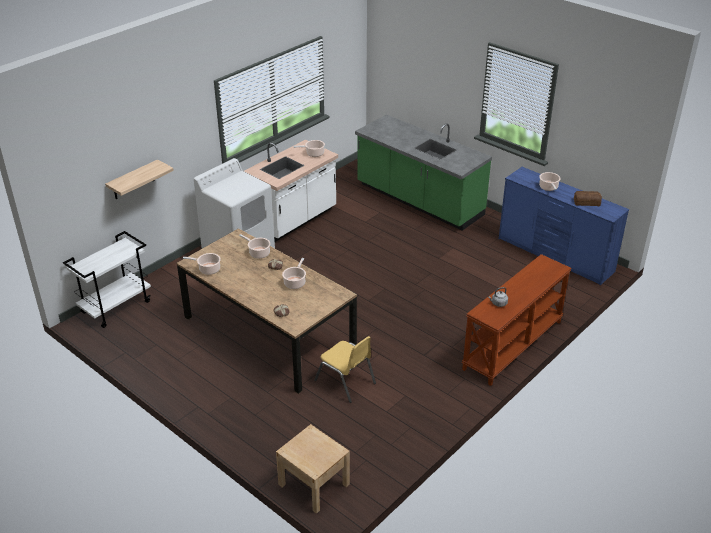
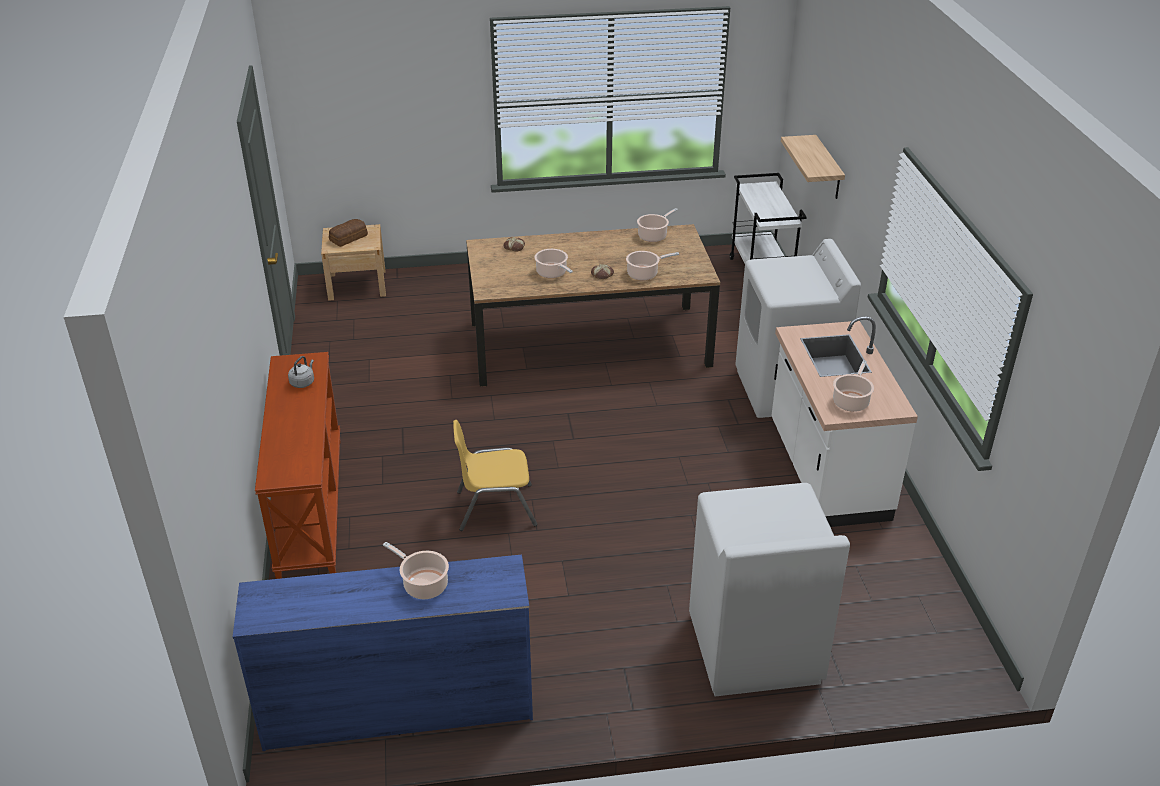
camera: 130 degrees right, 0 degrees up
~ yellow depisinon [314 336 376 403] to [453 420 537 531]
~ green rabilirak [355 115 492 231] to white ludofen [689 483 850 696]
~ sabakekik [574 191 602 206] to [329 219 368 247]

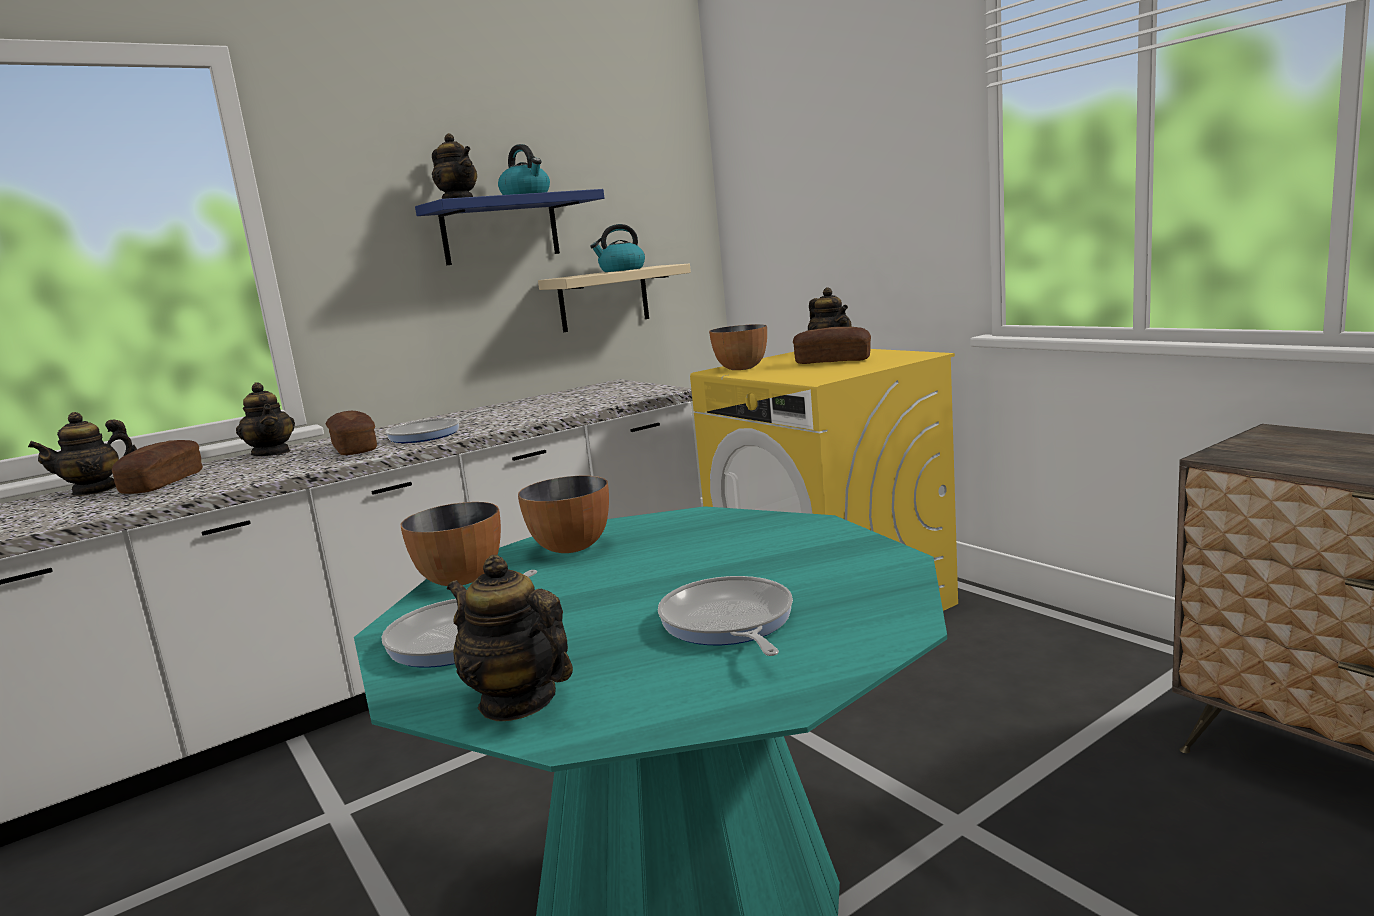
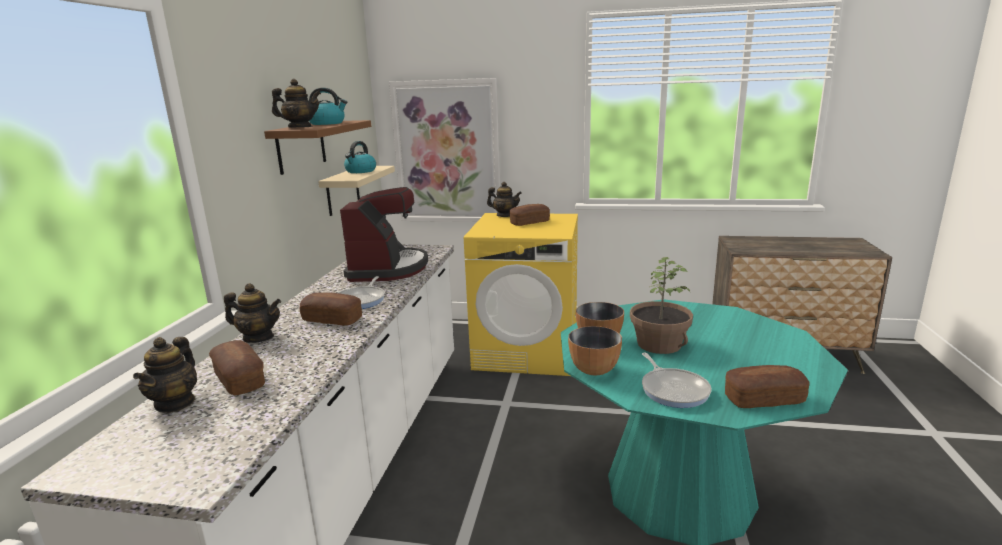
camera: 45 degrees left, 5 degrees up
~ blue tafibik [415 189 604 265] to brown tafibik [264 120 371 175]
~ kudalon [447 555 573 721] to sabakekik [725 365 810 408]
- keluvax [658 576 793 656]
- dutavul [709 324 767 370]
+ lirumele [340 187 428 282]
+ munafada [389 78 500 222]
+ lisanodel [630 257 693 354]

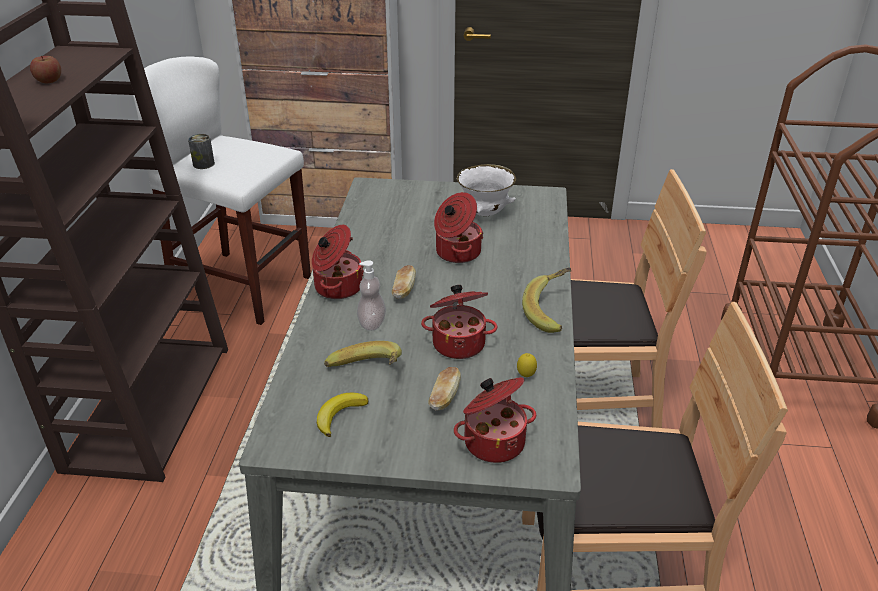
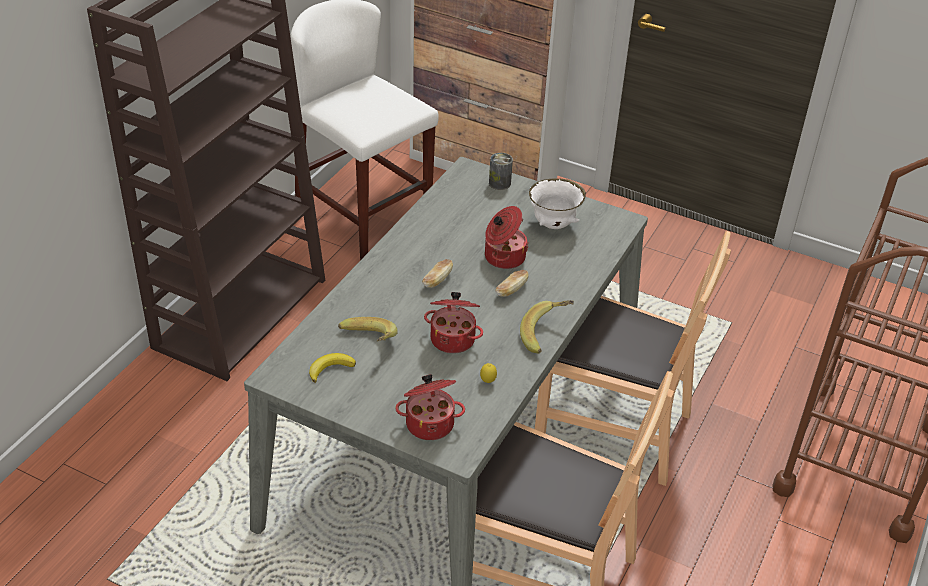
camera: 20 degrees right, 5 degrees up
- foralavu [30 56 61 83]
~ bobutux [188 134 215 169] to [489 153 513 190]
- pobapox [312 225 364 299]
- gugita [357 260 386 331]
~ sabakekik [428 367 461 410] to [495 270 529 297]

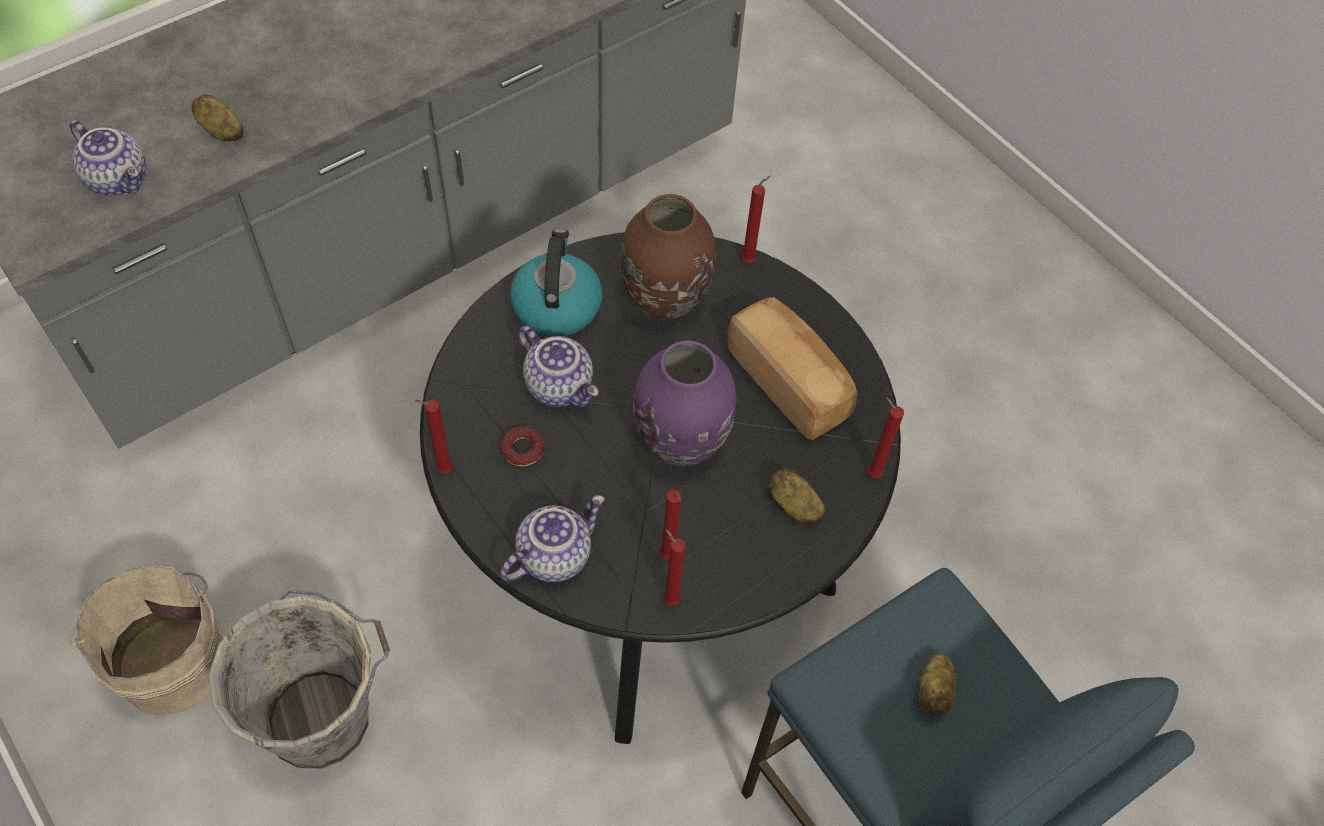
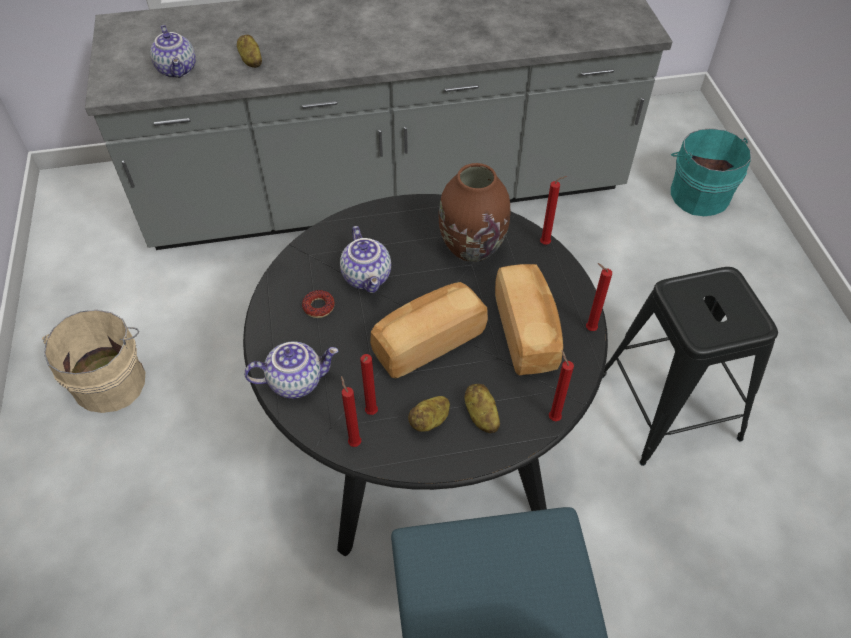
camera: 30 degrees right, 5 degrees down
- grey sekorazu [209 590 390 769]
~ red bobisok [415 400 453 473] to [586 263 612 331]
- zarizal [510 228 602 337]
~ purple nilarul [633 340 736 466] to sabakekik [370 282 488 378]
~ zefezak [919 654 956 716] to [408 396 450 432]
+ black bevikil [602 267 778 466]
+ turquoise sekorazu [671 128 751 216]

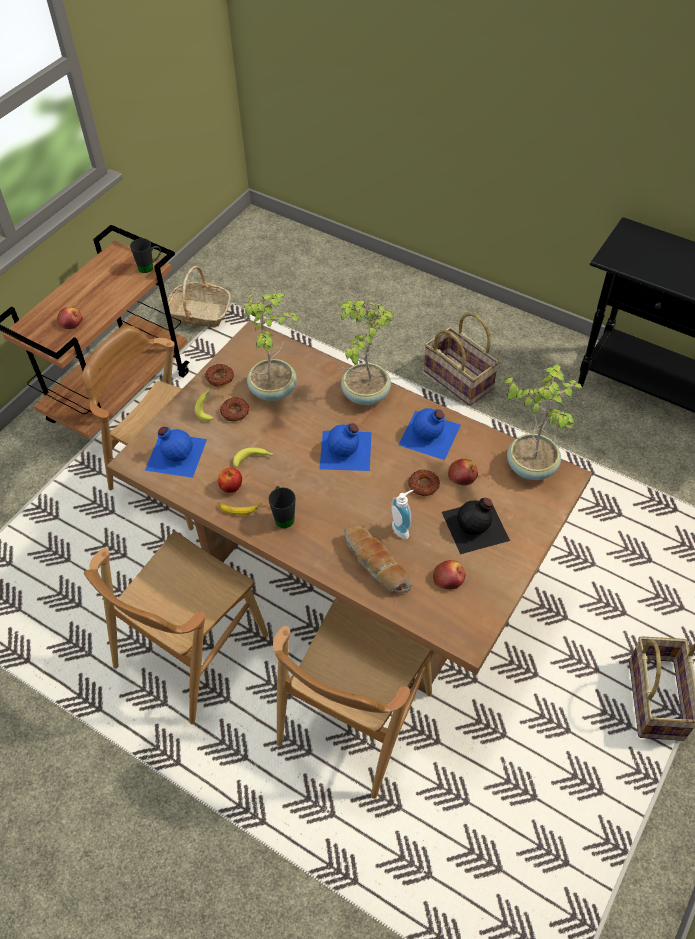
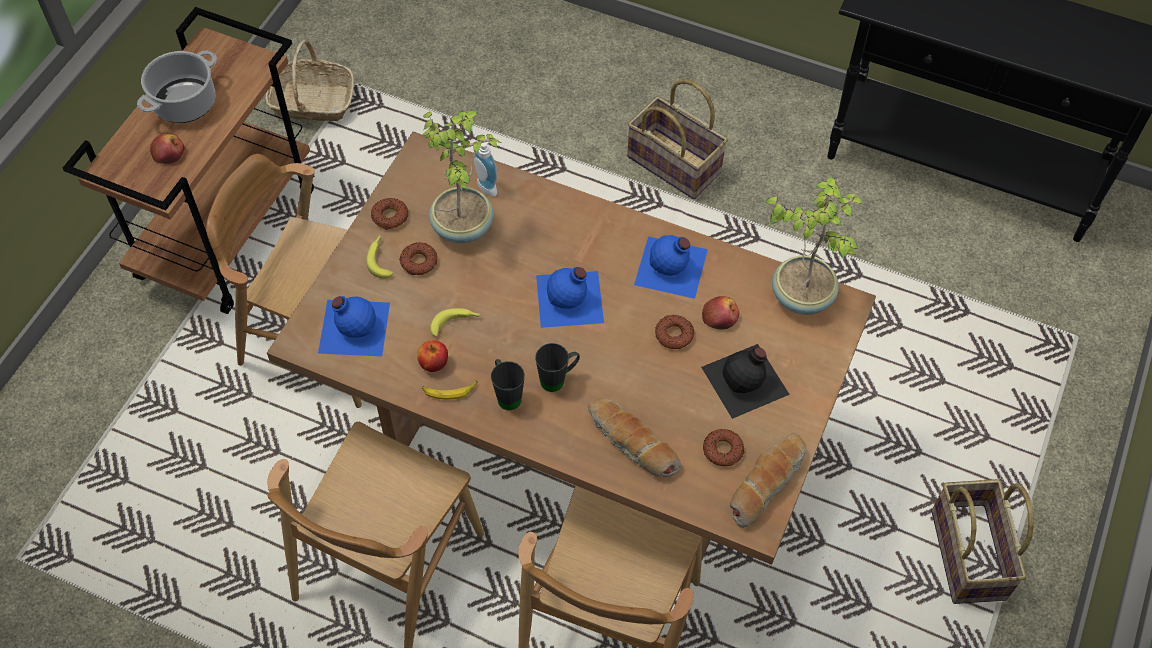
camera: 10 degrees left, 5 degrees up
~ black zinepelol [130 238 161 273] to [535 343 580 392]
- lisanodel [338 300 396 405]
~ gugita [392 490 414 539] to [474 137 497 197]
~ foralavu [433 560 465 589] to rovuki [703 429 745 466]
+ pobapox [137 50 217 123]
+ sabakekik [729 433 806 528]

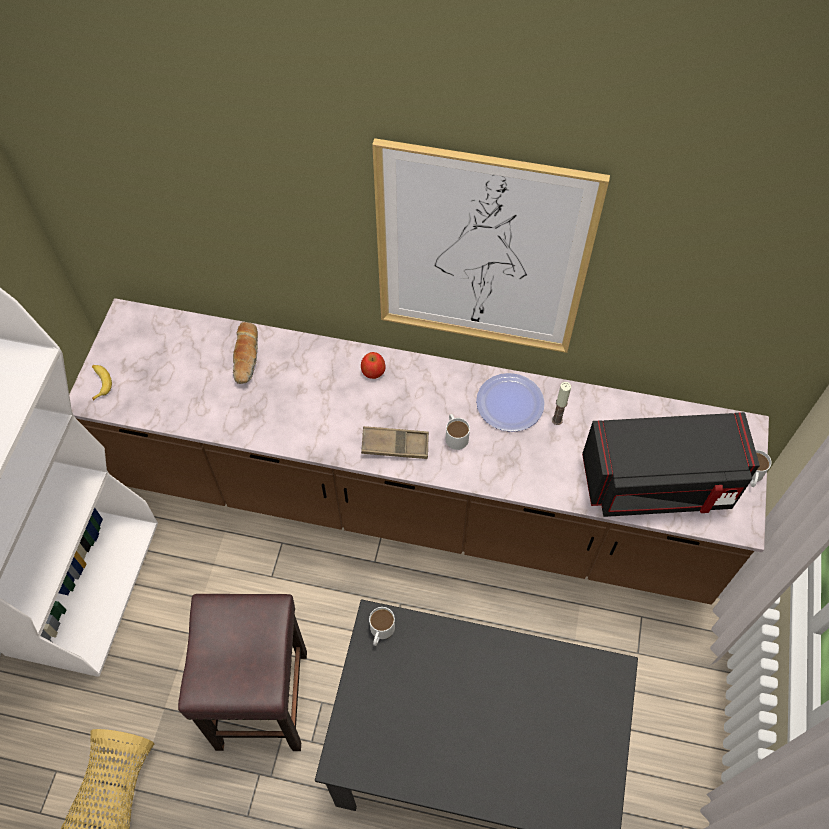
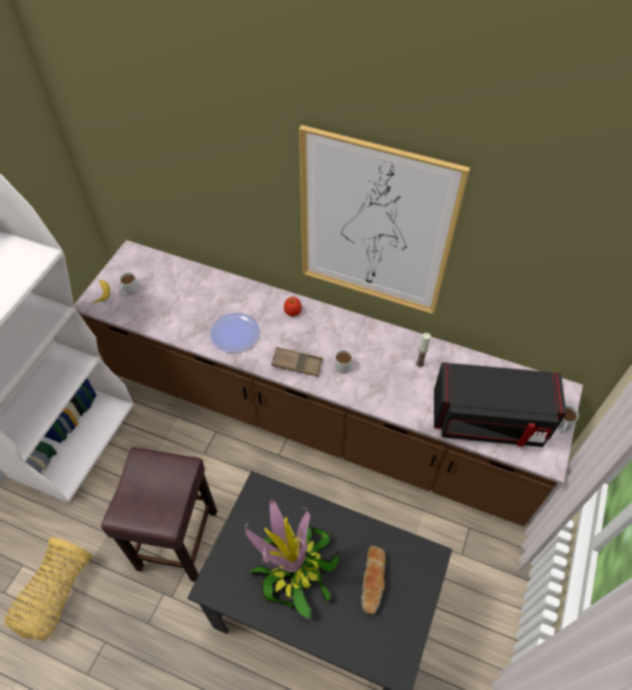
camera: 10 degrees right, 5 degrees down
~ sabakekik [233 322 258 384] to [361 546 386 614]
~ white zinepelol [369 607 395 646] to [119 272 139 296]
~ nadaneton [476 373 545 432] to [210 313 260 353]
+ lisanodel [245 499 340 619]

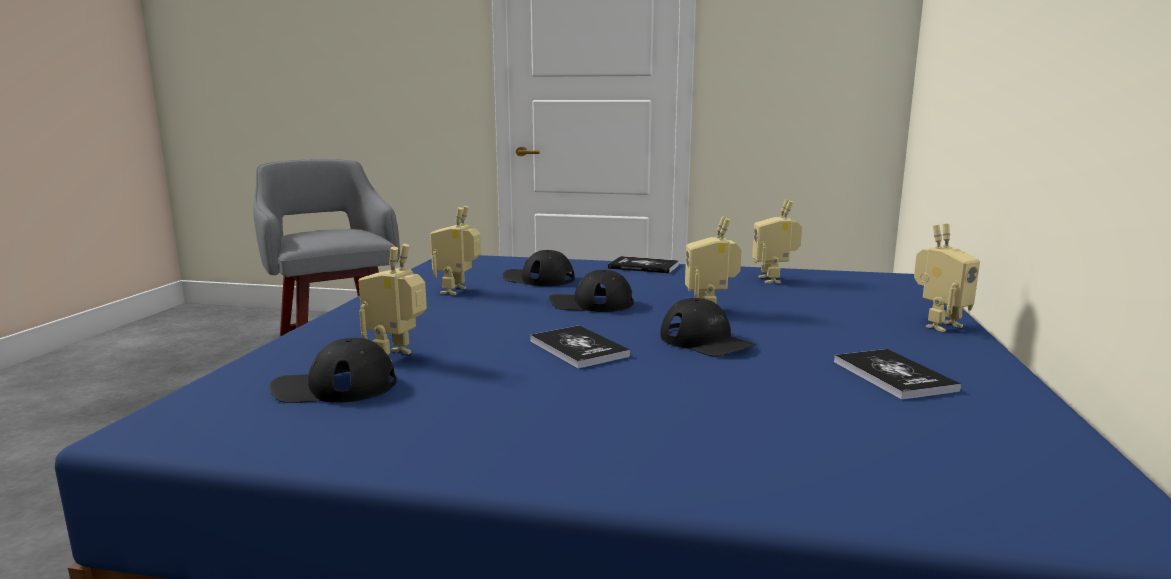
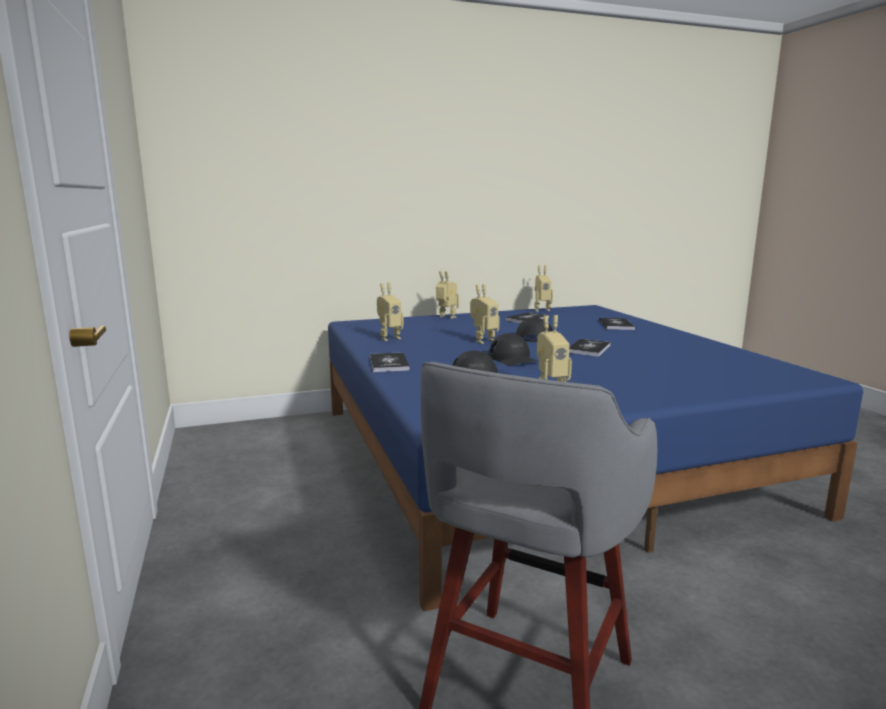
camera: 120 degrees left, 0 degrees up
- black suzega [269 338 397 403]
~ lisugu [358 244 427 362] to [534 265 553 312]
+ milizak [599 318 635 330]

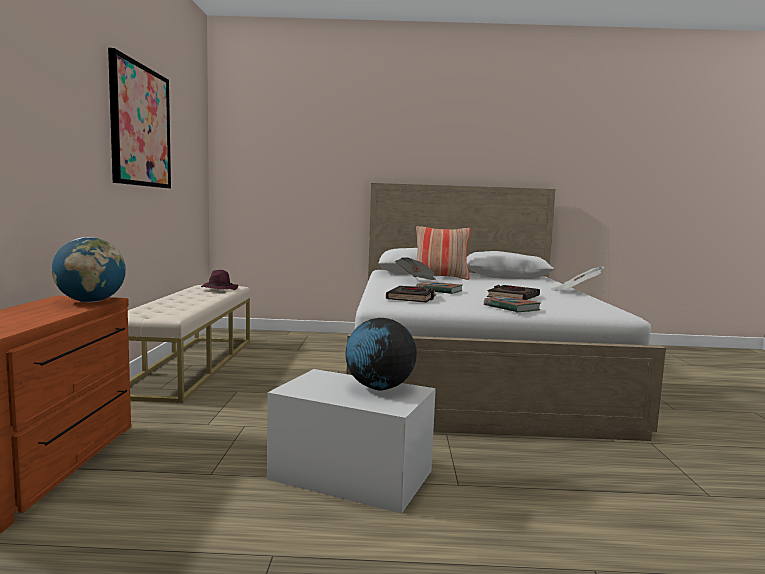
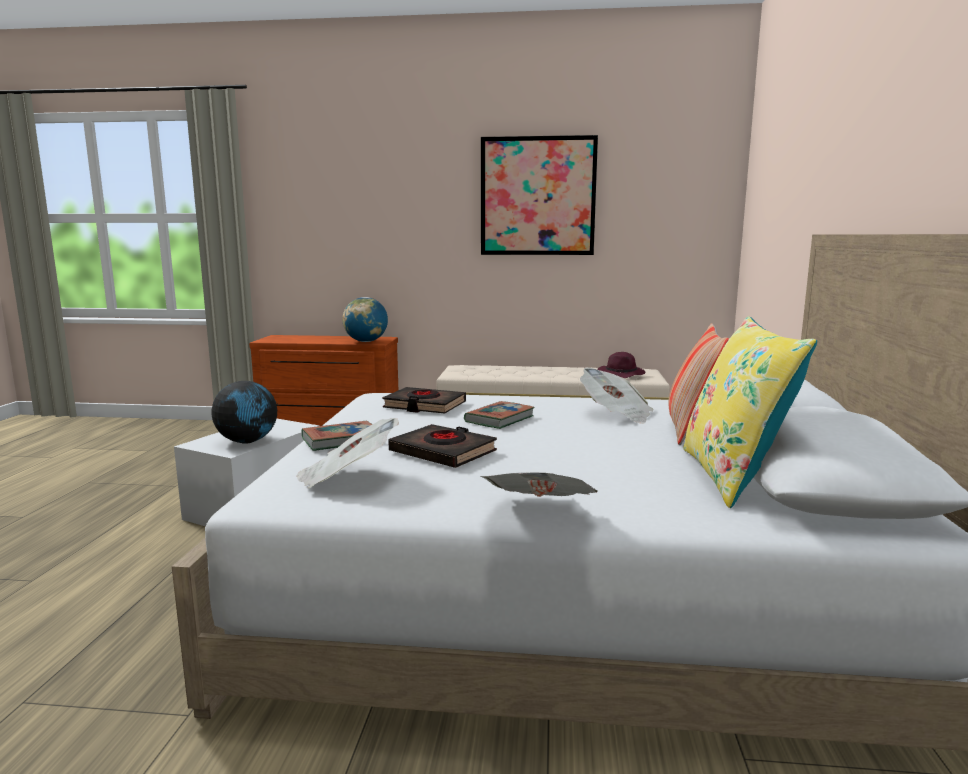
camera: 95 degrees right, 5 degrees up
+ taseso [296 418 399 488]
+ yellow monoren [683 316 817 508]

